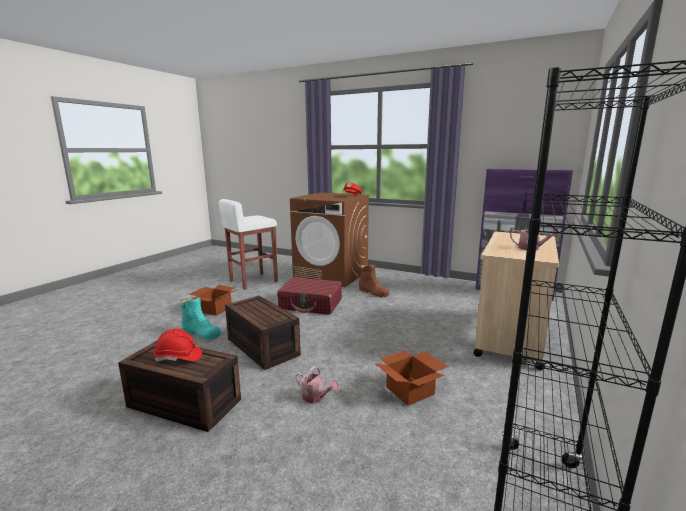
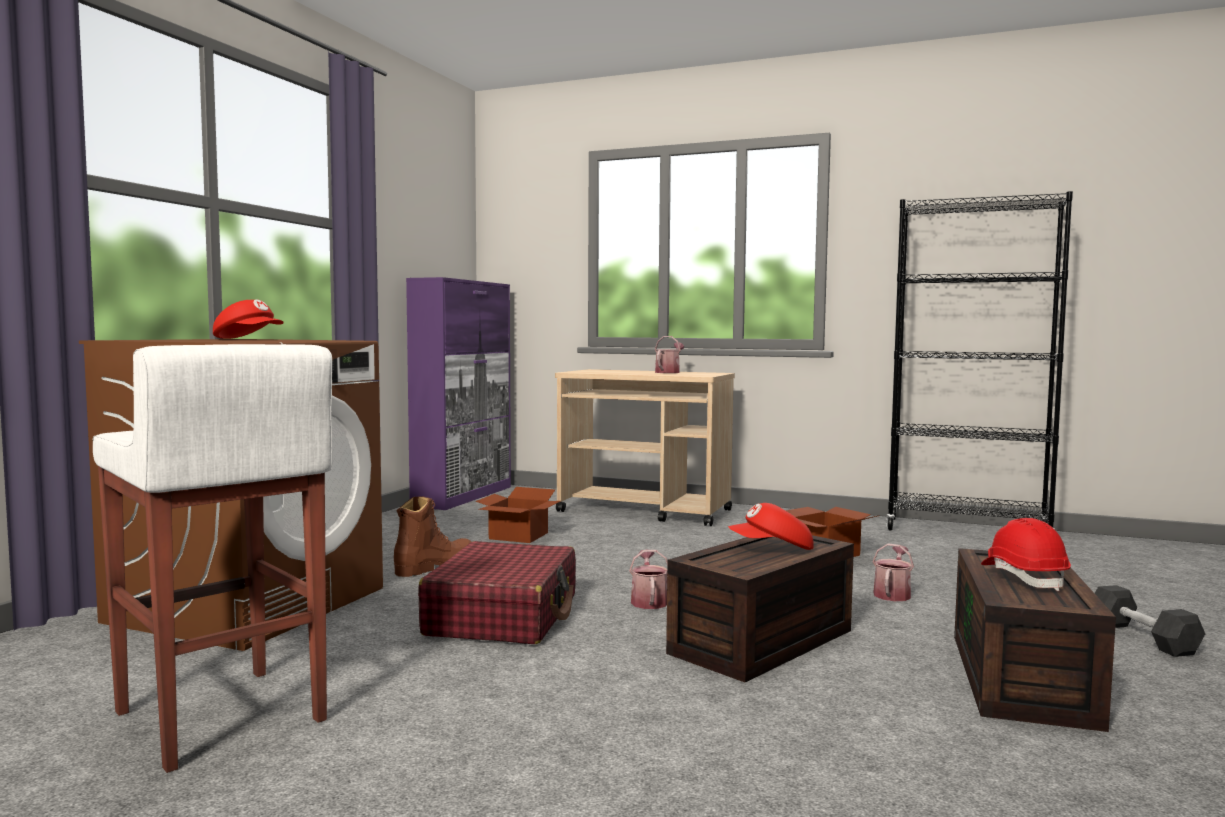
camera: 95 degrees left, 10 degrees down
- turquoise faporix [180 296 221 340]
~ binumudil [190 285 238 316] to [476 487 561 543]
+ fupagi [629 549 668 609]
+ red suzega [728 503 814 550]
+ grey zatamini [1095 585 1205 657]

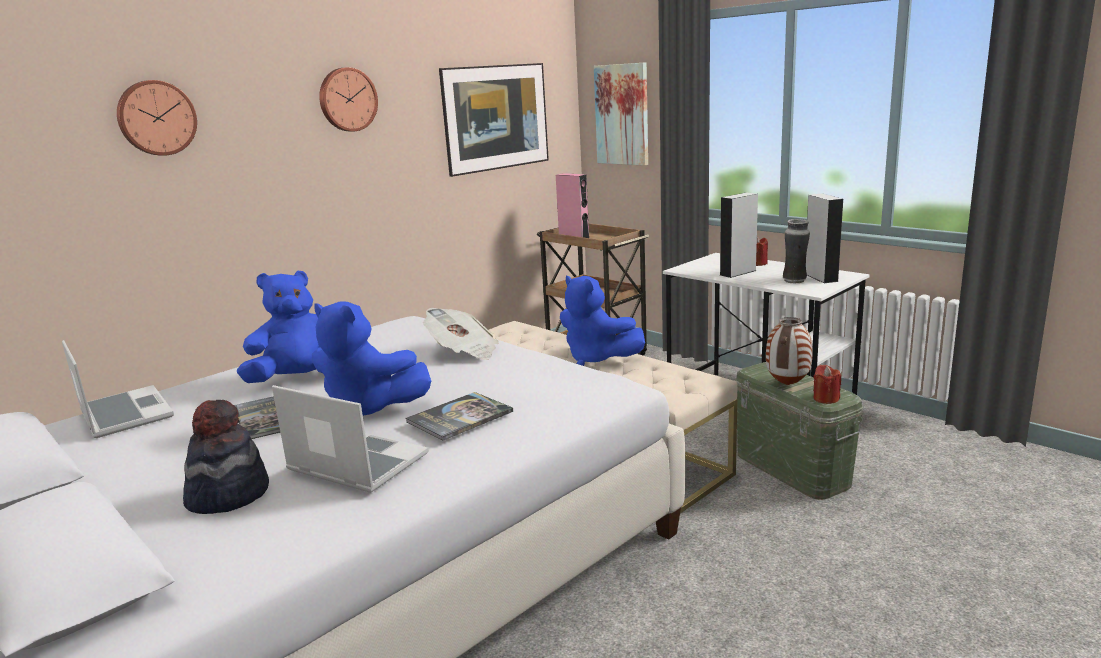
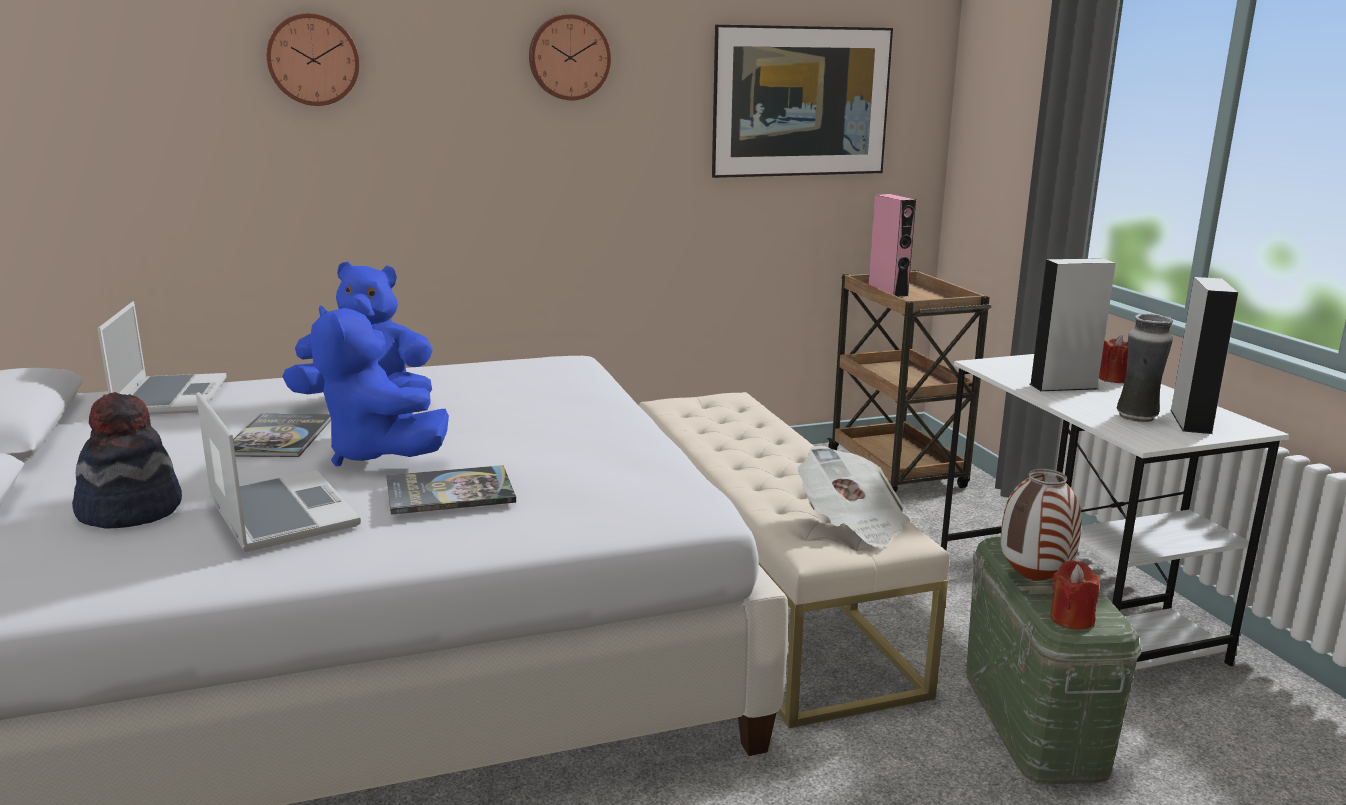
camera: 25 degrees right, 0 degrees up
~ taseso [423 308 499 360] to [798 446 910 548]
- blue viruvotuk [560 276 645 366]
- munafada [594 62 648 166]

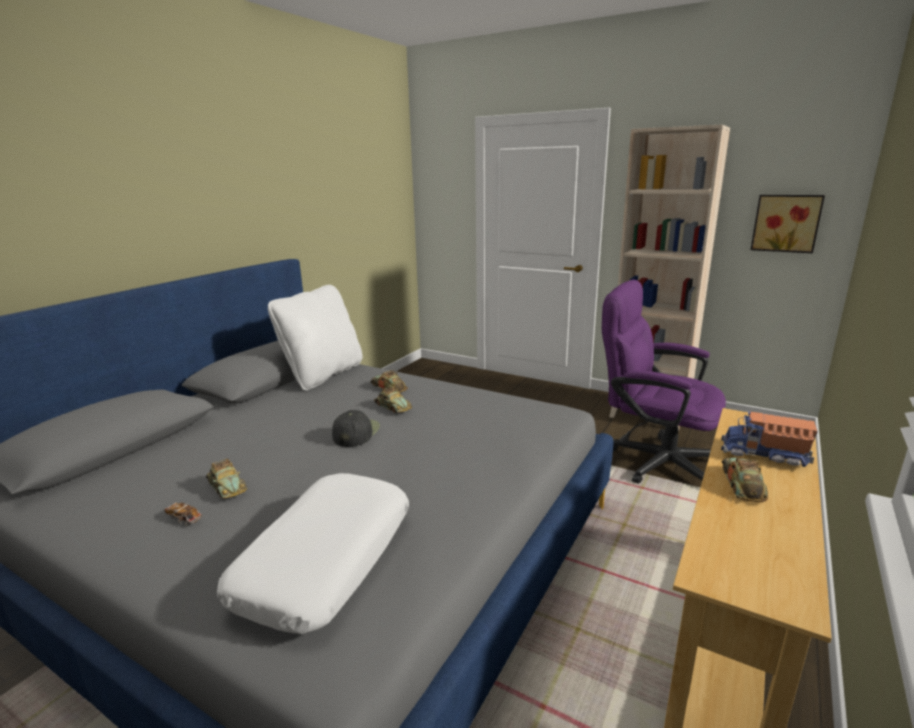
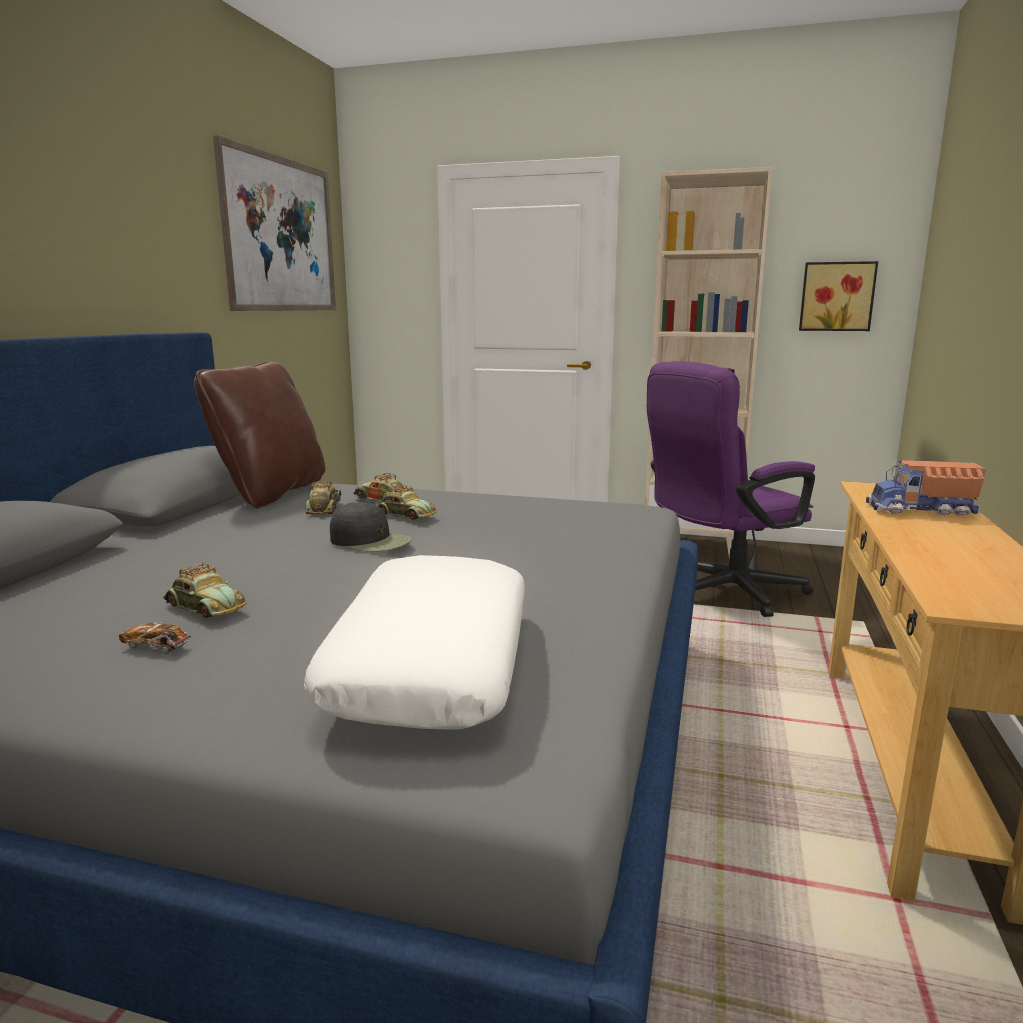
camera: 15 degrees left, 5 degrees down
~ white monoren [268 285 363 391] to brown monoren [194 361 325 508]
~ black suzega [332 410 380 447] = [330 502 412 552] 120 degrees clockwise
~ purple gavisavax [602 280 726 484] = [647 361 815 617] 45 degrees counterclockwise
~ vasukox [722 457 768 502] to [305 481 341 515]
+ munafada [213 135 336 311]

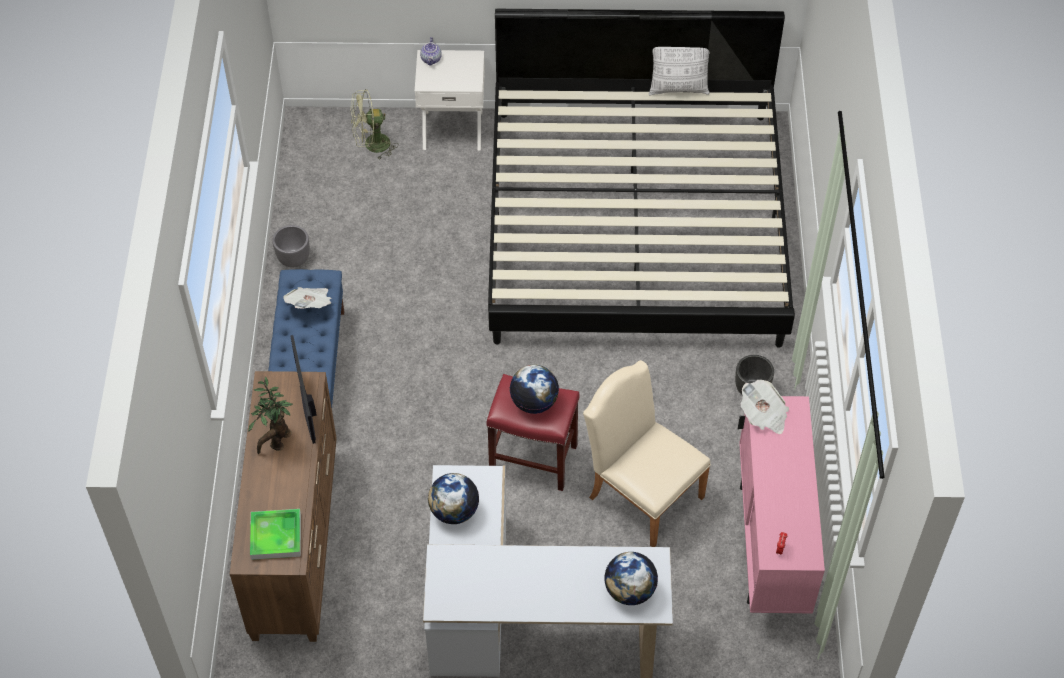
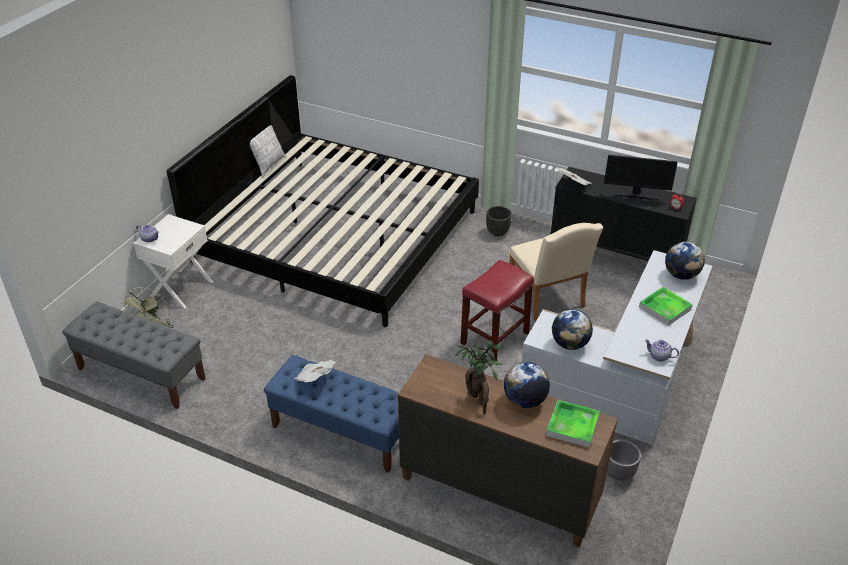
camera: 65 degrees left, 15 degrees down
~ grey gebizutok [273 225 310 267] to [607 440 641 481]
~ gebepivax [290 335 317 444] to [604 155 678 200]
~ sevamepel [510 365 559 414] to [504 362 550 408]
~ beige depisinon [583 360 711 547] = [510 223 603 321] 90 degrees counterclockwise
~ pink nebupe [738 396 825 614] to black nebupe [550 167 697 261]
+ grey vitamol [62 302 206 409]
+ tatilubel [639 287 693 326]
+ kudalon [645 339 679 361]

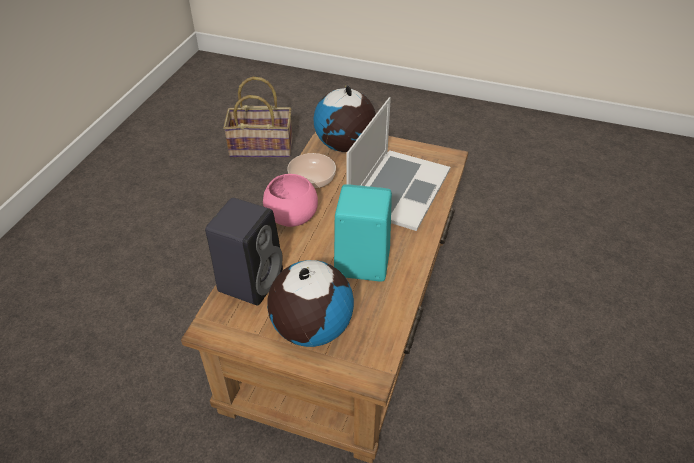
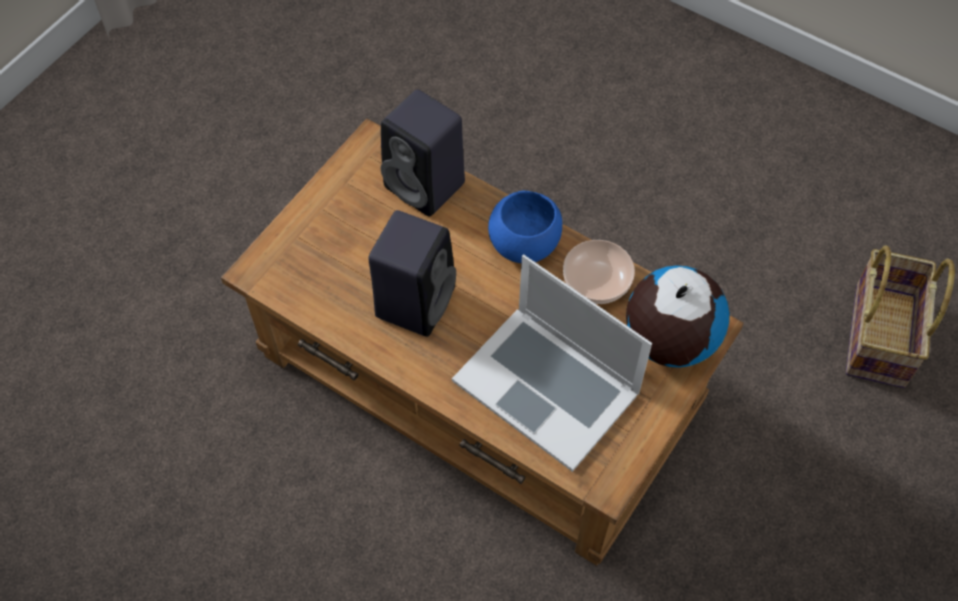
camera: 105 degrees right, 15 degrees up
~ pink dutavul [263 174 318 227] to blue dutavul [488 191 562 263]
- sevamepel [267 260 354 347]
~ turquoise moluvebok [334 184 392 282] to black moluvebok [368 210 456 337]

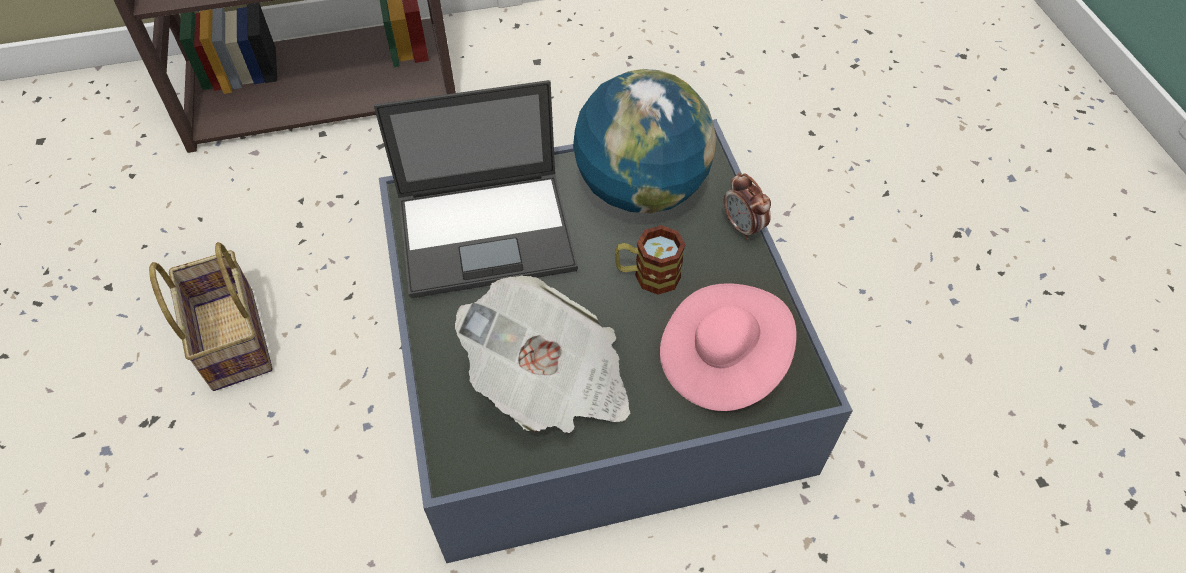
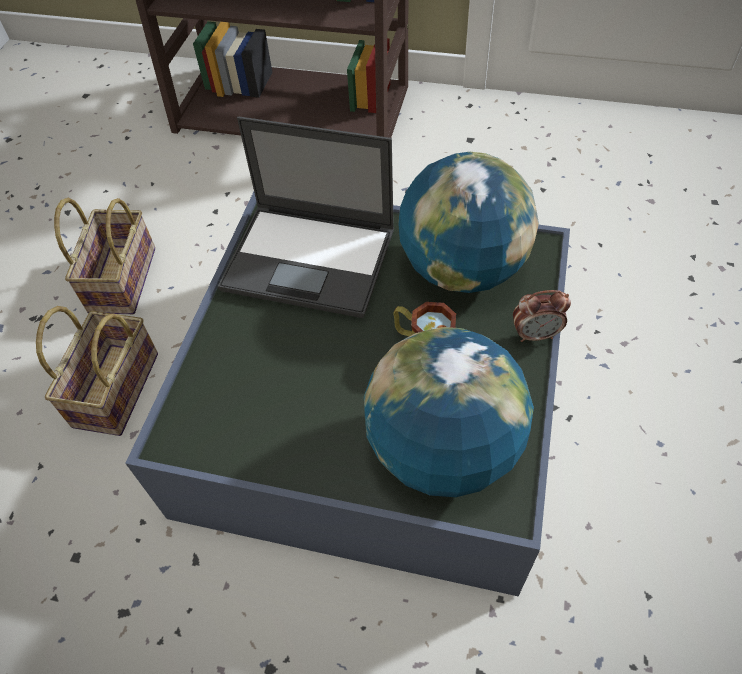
camera: 30 degrees right, 0 degrees up
- taseso [455 276 630 433]
~ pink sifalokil [660 283 797 411] to sevamepel [364 327 534 497]
~ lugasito [724 172 771 240] = [513 290 571 342] 90 degrees counterclockwise
+ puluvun [36 306 158 436]

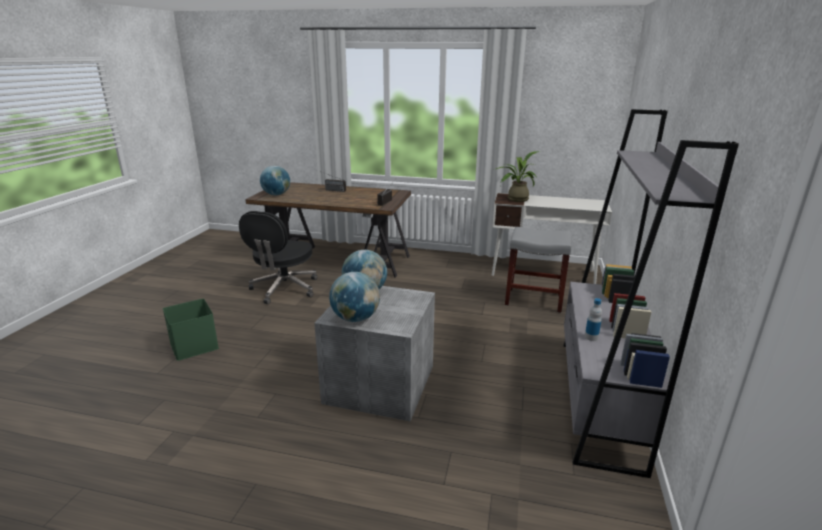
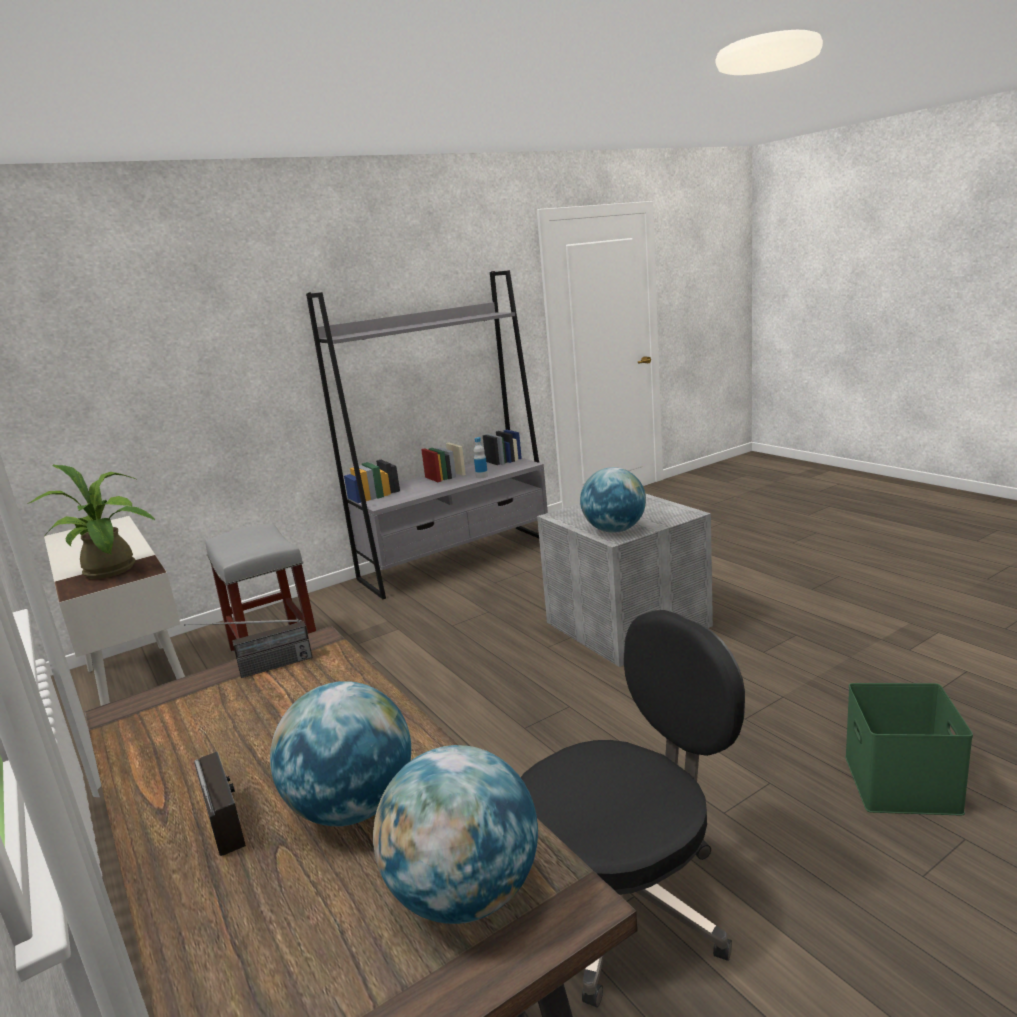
camera: 135 degrees left, 5 degrees down
~ sevamepel [329 272 380 322] to [270 681 411 827]

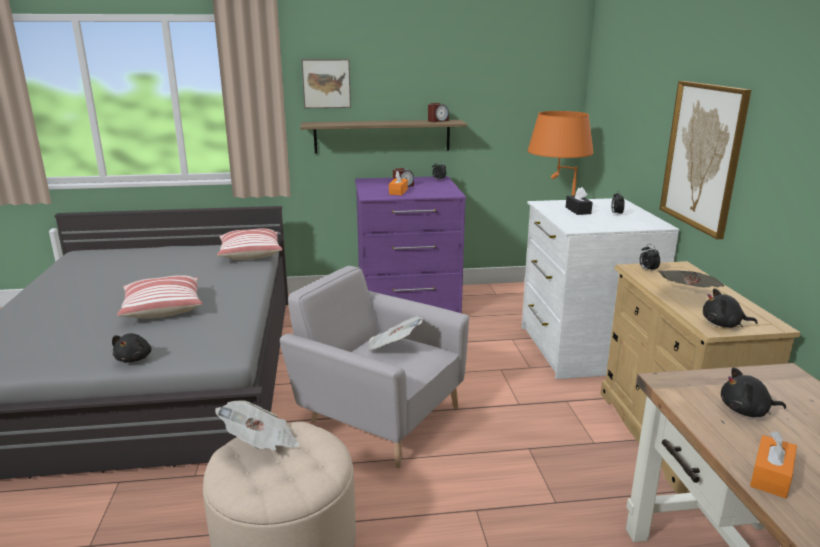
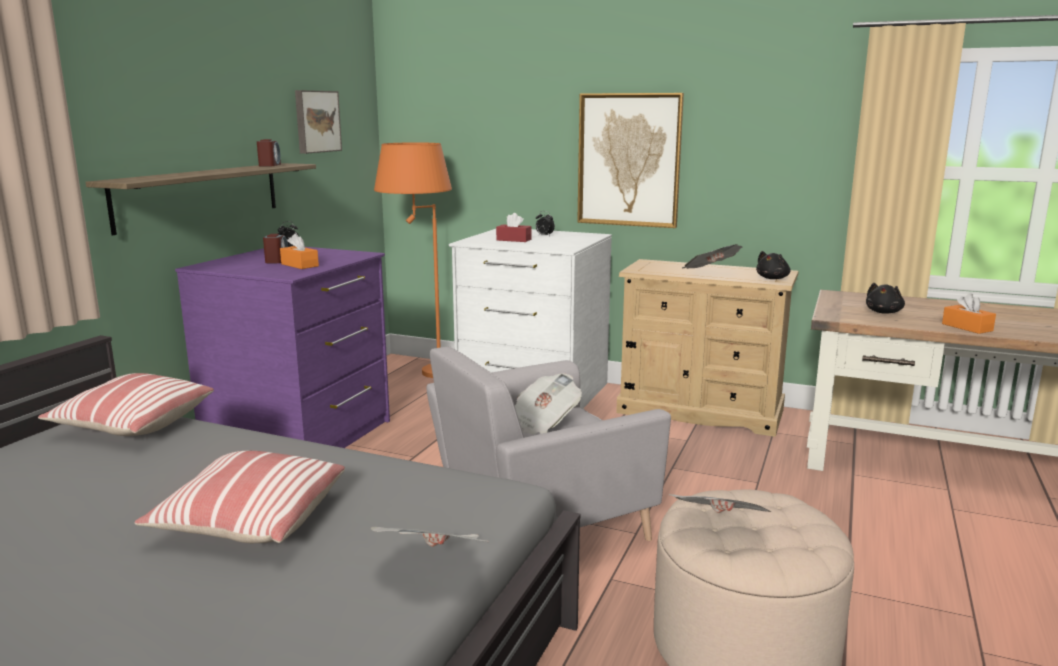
camera: 60 degrees left, 5 degrees down
~ black viruvotuk [112 333 151 362] to taseso [370 527 490 547]
~ munafada [302 59 351 108] to [295 90 342 154]
~ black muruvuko [566 187 593 215] to red muruvuko [496 213 531 242]
- lugasito [639 244 660 272]

